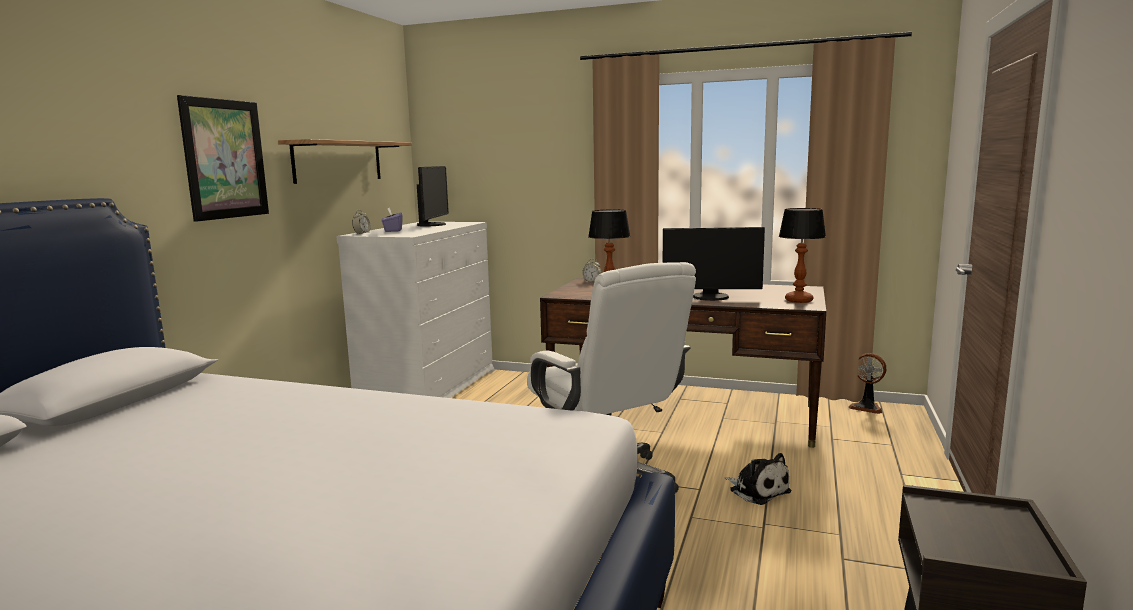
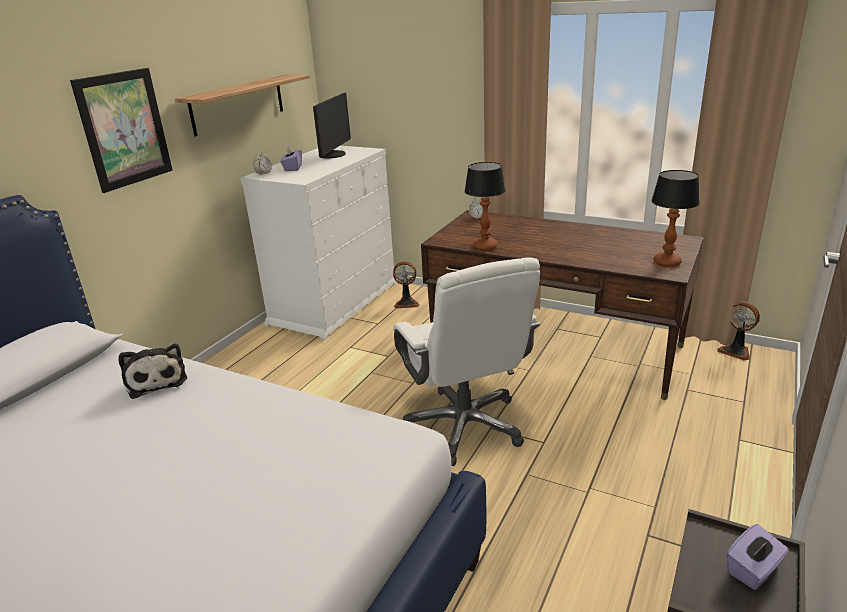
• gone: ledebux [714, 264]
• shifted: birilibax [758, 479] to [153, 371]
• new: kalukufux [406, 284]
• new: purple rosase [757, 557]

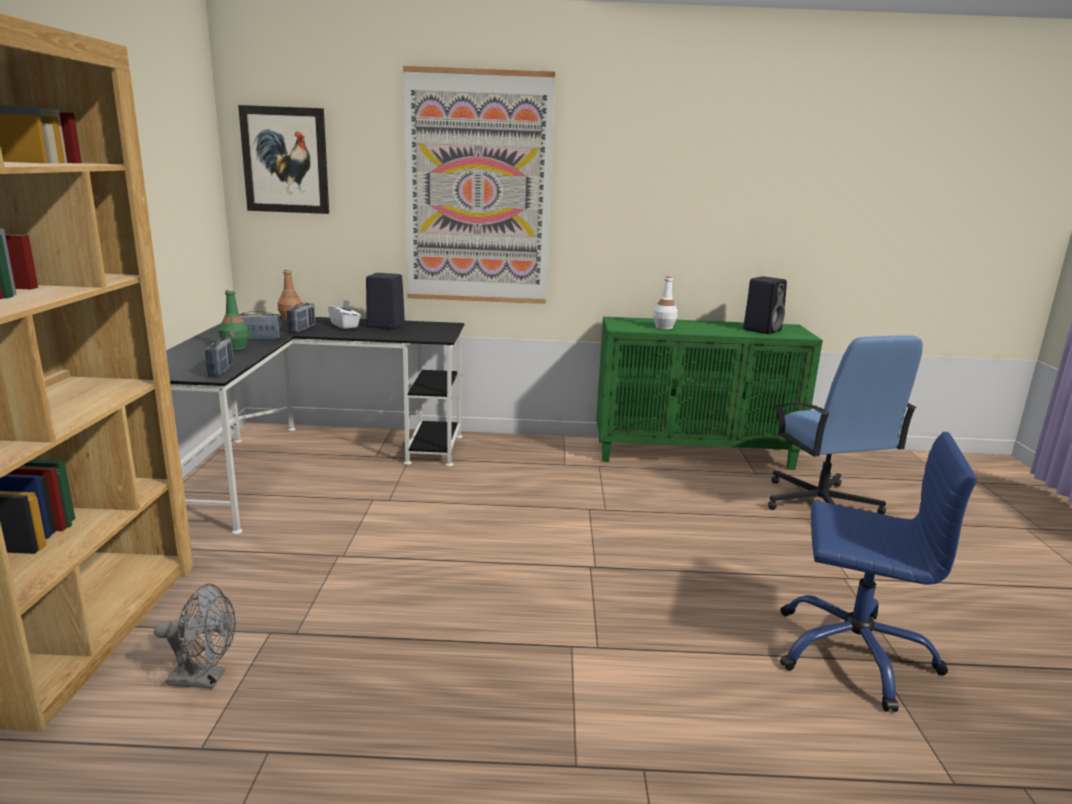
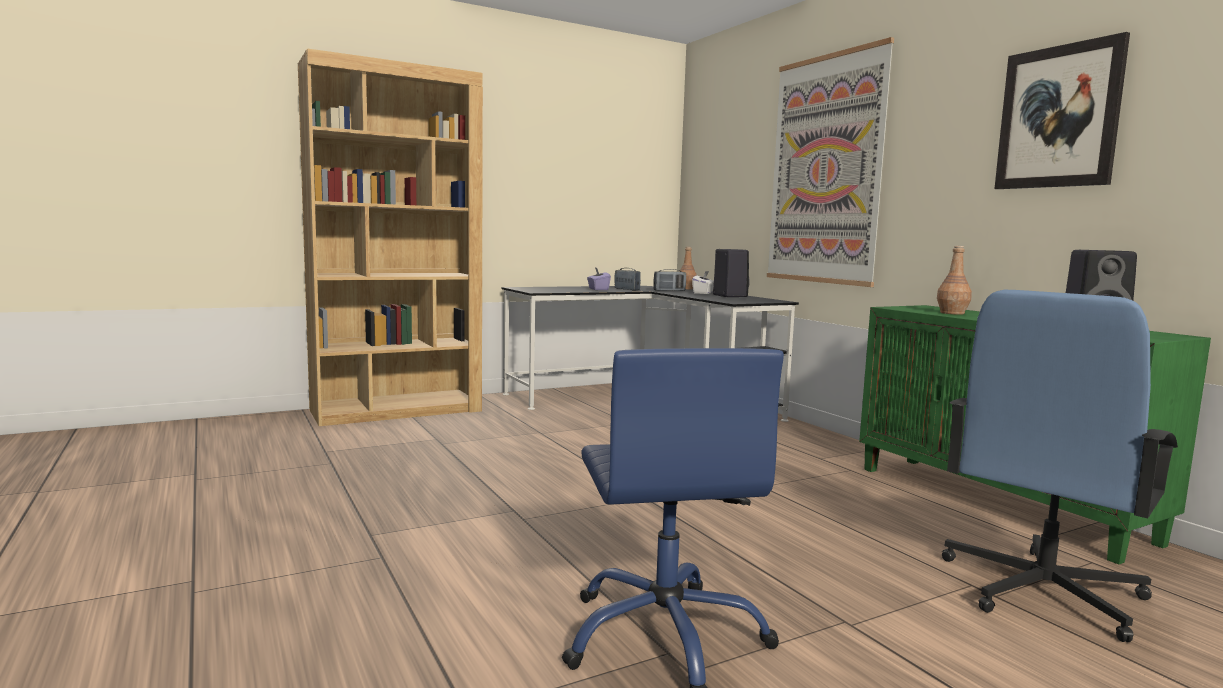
• gone: grey kalukufux [195, 636]
• gone: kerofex [219, 357]
• swapped: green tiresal [234, 319] to purple rosase [599, 278]
• shifted: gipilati [283, 159] to [1062, 110]
• repainted: white tiresal [665, 302] to brown tiresal [954, 280]

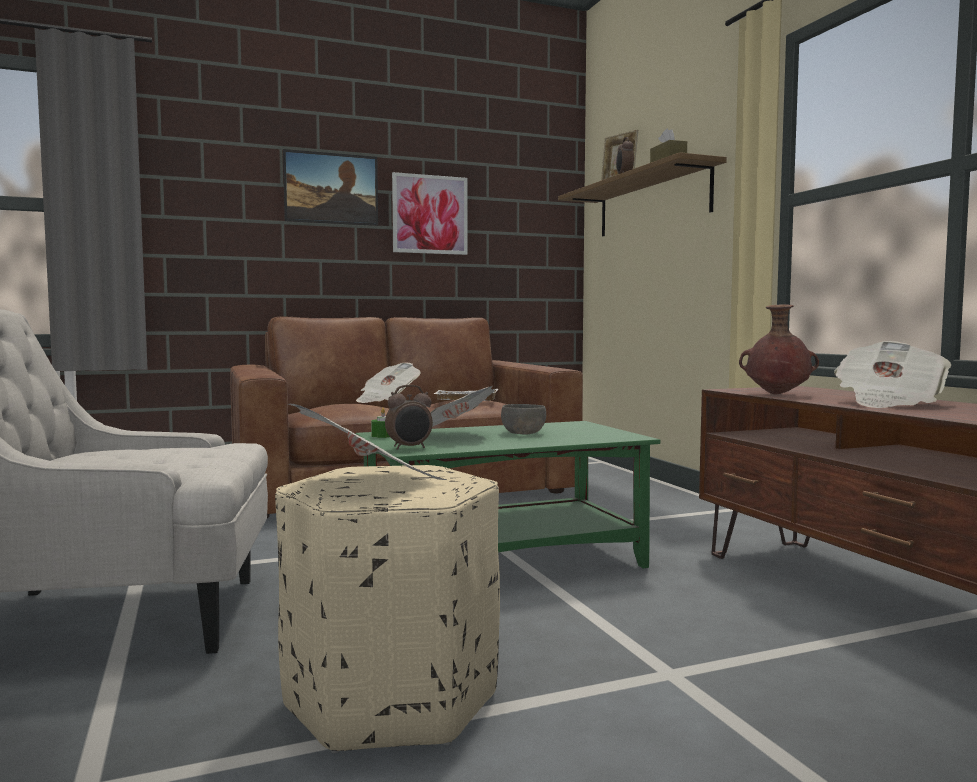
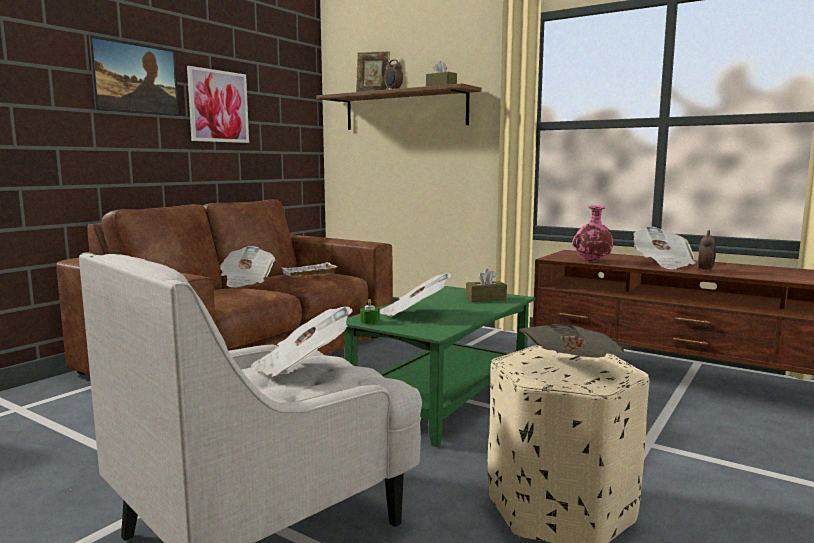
• shifted: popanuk [409, 417] to [707, 251]
• gone: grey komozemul [523, 419]
• repainted: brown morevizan [779, 349] to pink morevizan [592, 233]
• new: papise [302, 342]
• new: brown rosase [486, 285]

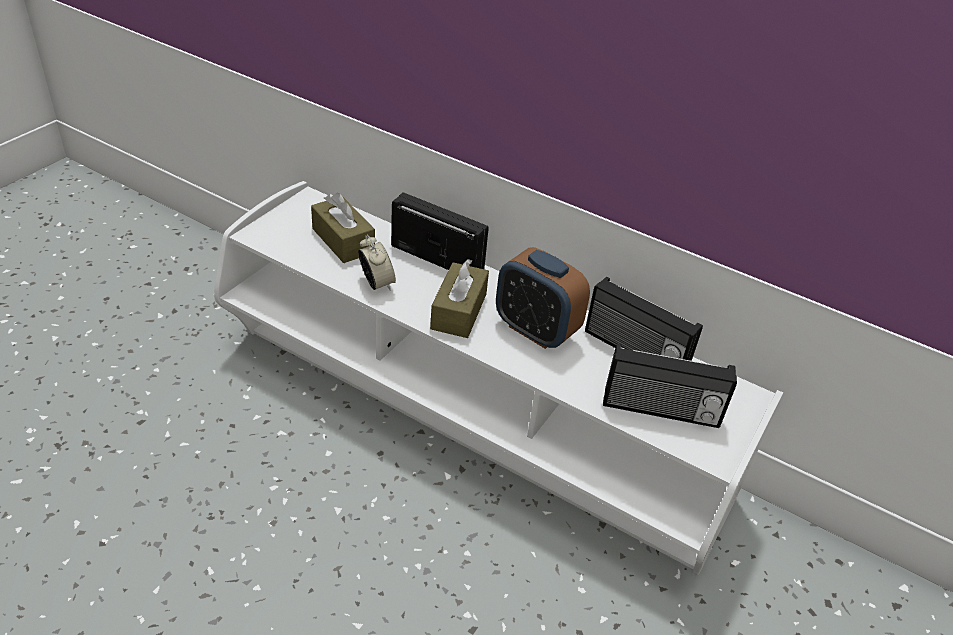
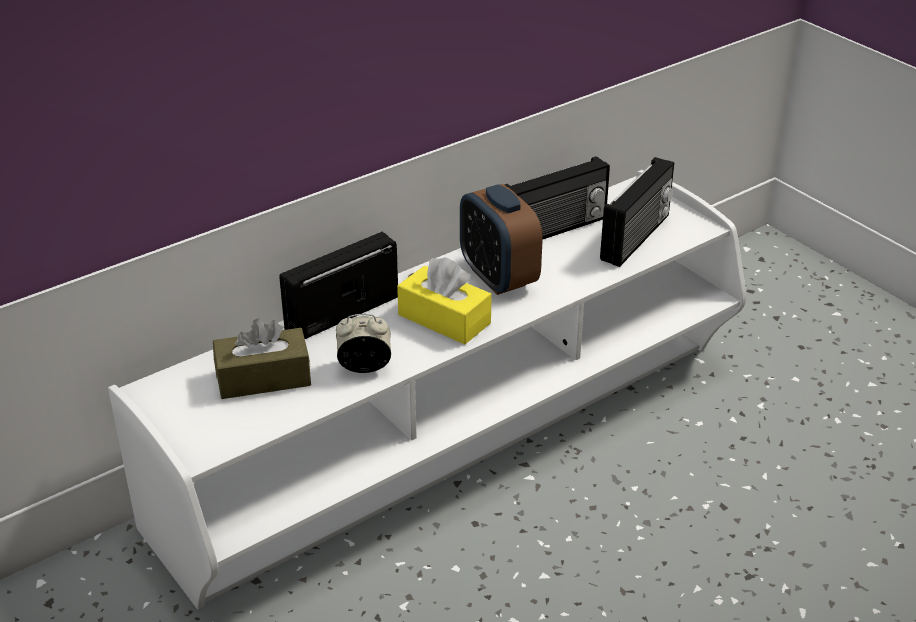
• repainted: brown rosase [459, 298] to yellow rosase [444, 300]
• rotated: popanuk [543, 298] = [501, 239] 90 degrees clockwise

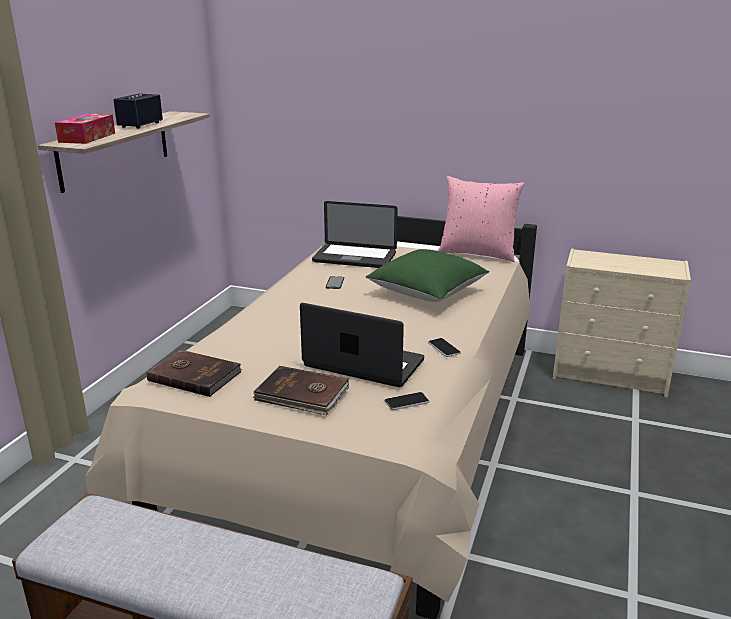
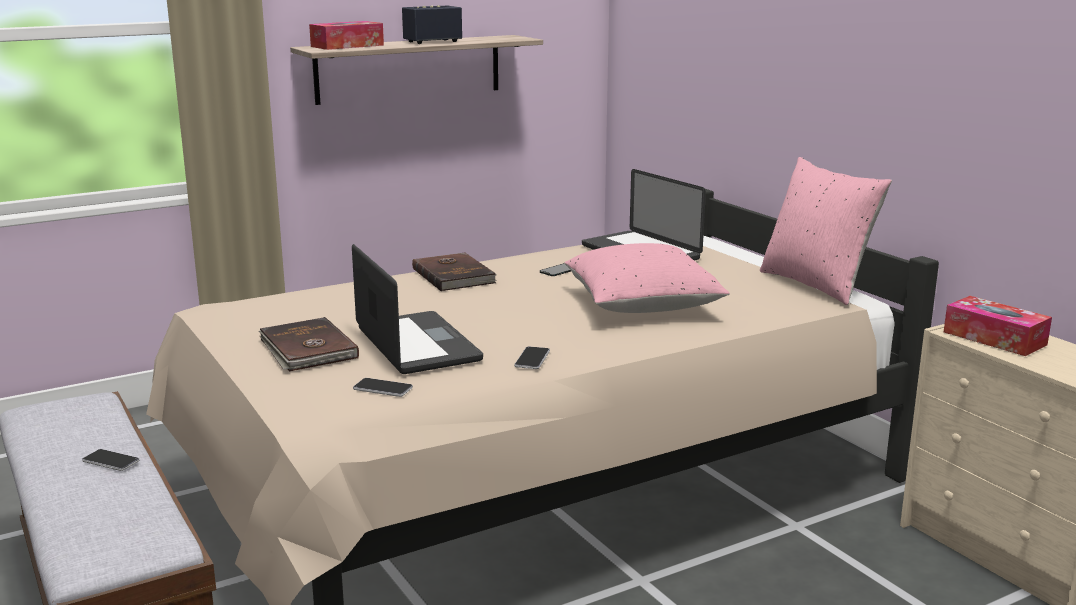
• shifted: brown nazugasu [194, 373] to [454, 271]
• repainted: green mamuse [427, 275] to pink mamuse [647, 278]
• new: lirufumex [110, 460]
• new: rosase [998, 326]

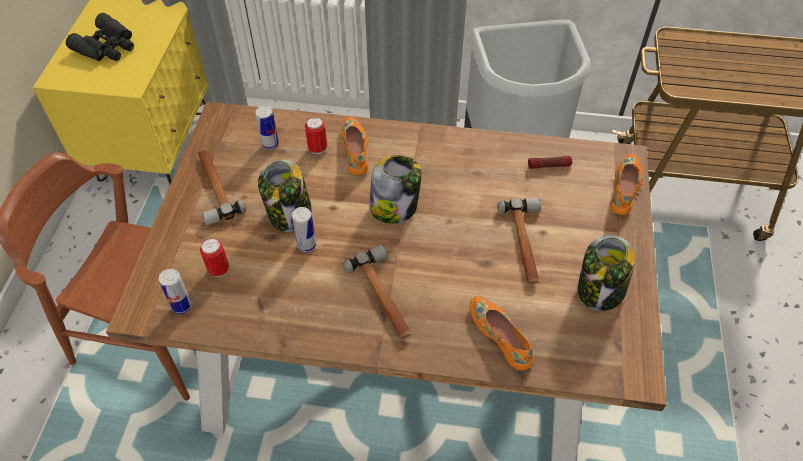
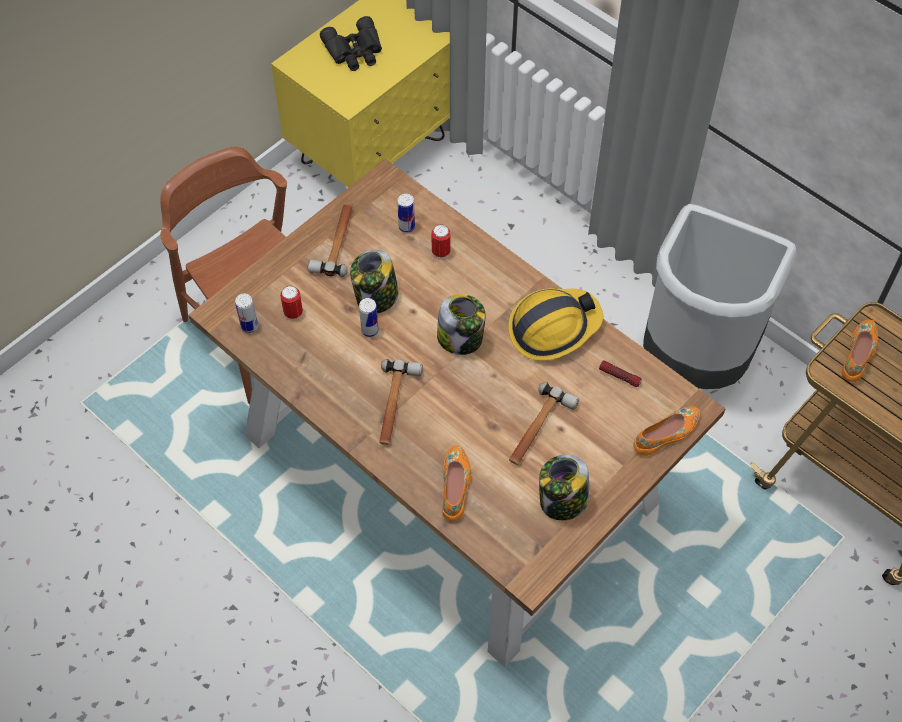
• shifted: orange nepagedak [354, 145] to [860, 350]
• new: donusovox [555, 324]

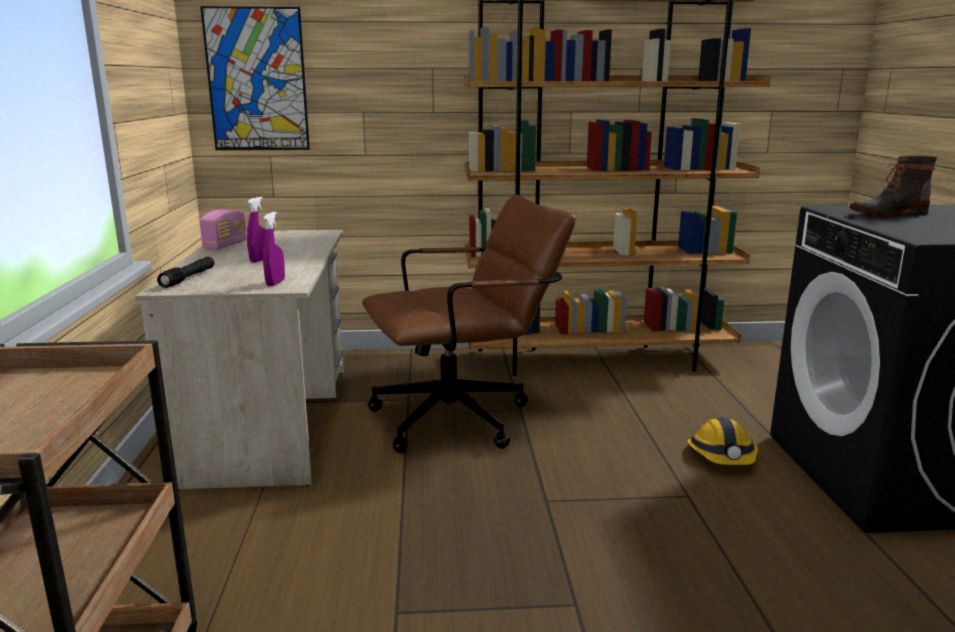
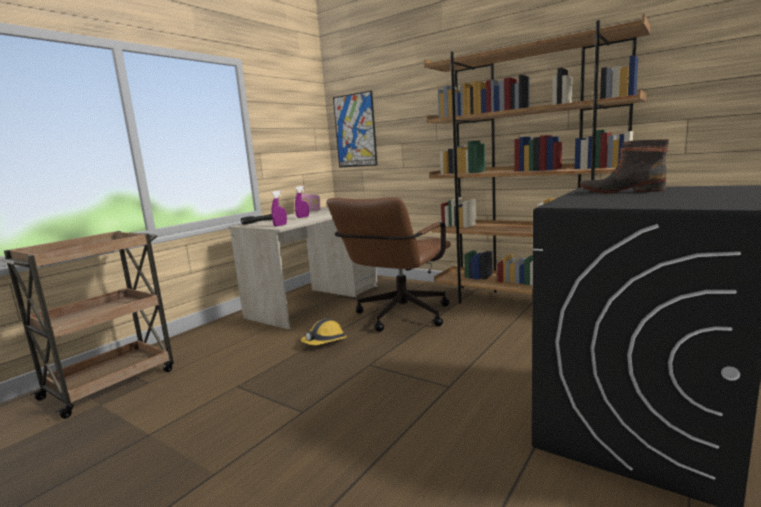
• rotated: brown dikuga [469, 324] = [389, 264] 105 degrees clockwise
• shifted: donusovox [722, 441] to [324, 332]

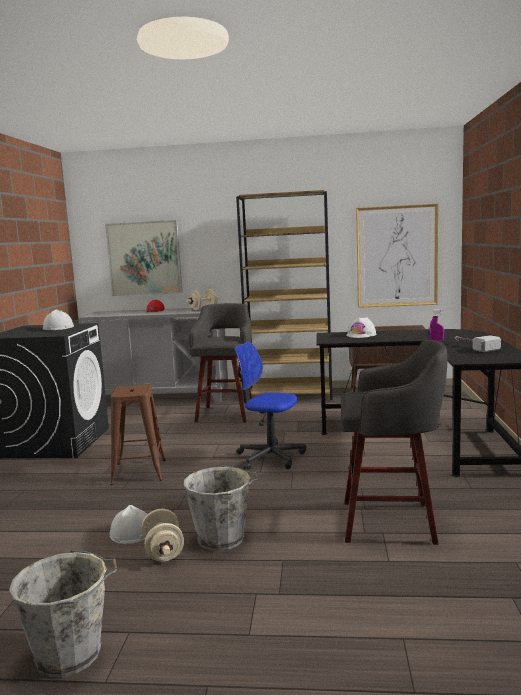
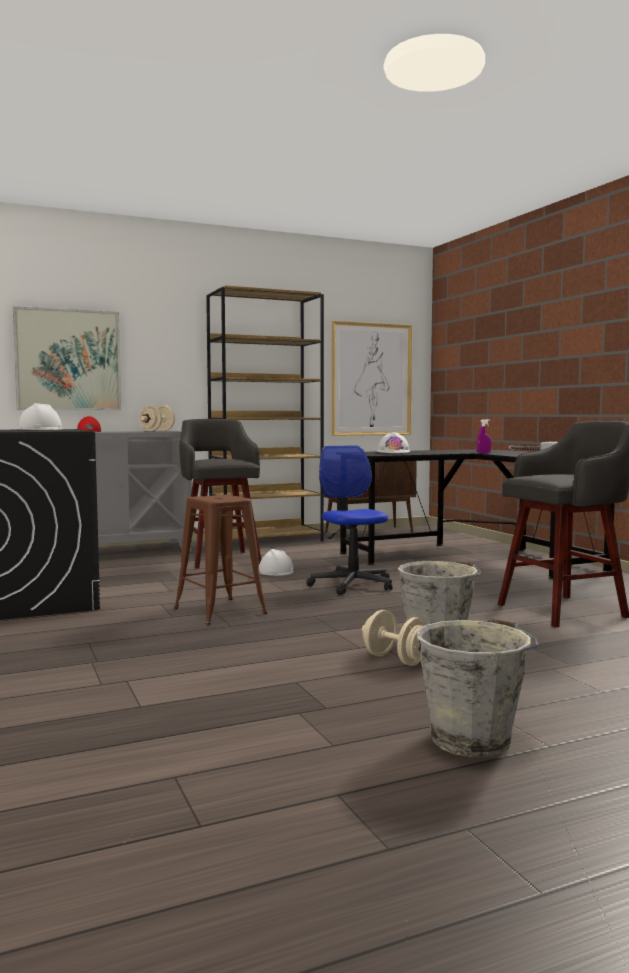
• shifted: white donusovox [128, 524] to [276, 562]
• rotated: dikuga [270, 406] = [349, 520] 75 degrees clockwise

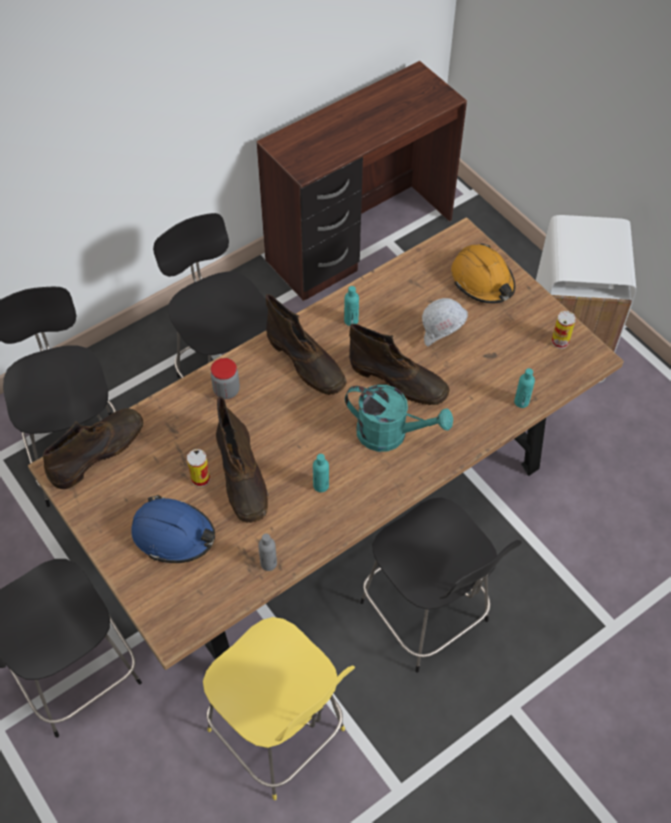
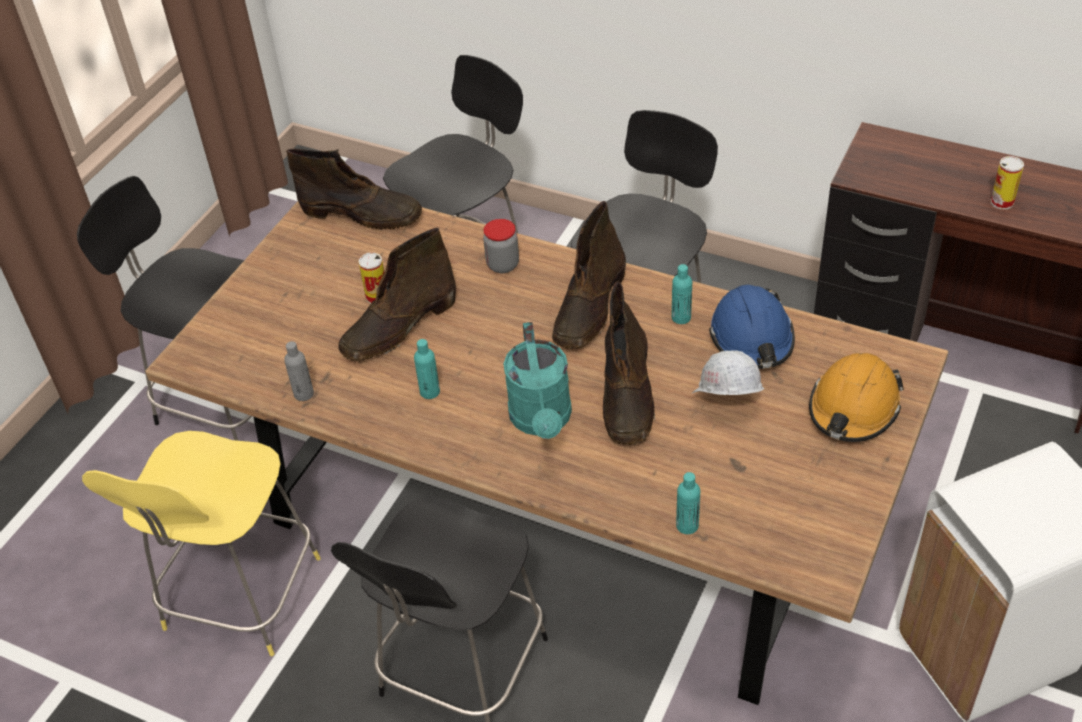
• shifted: blue donusovox [173, 529] to [752, 327]
• shifted: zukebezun [563, 330] to [1007, 183]

